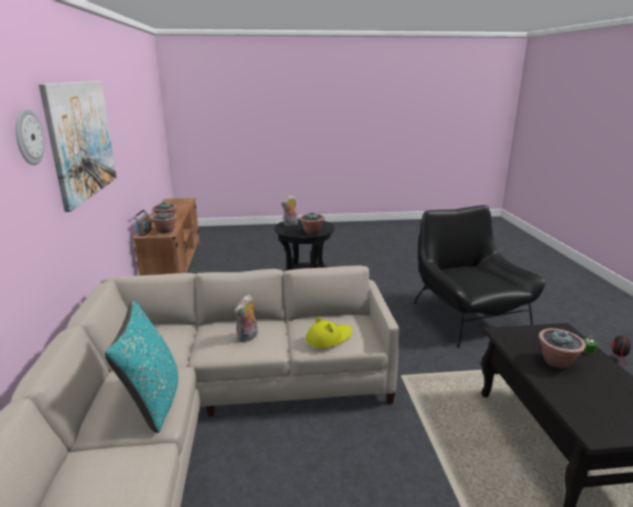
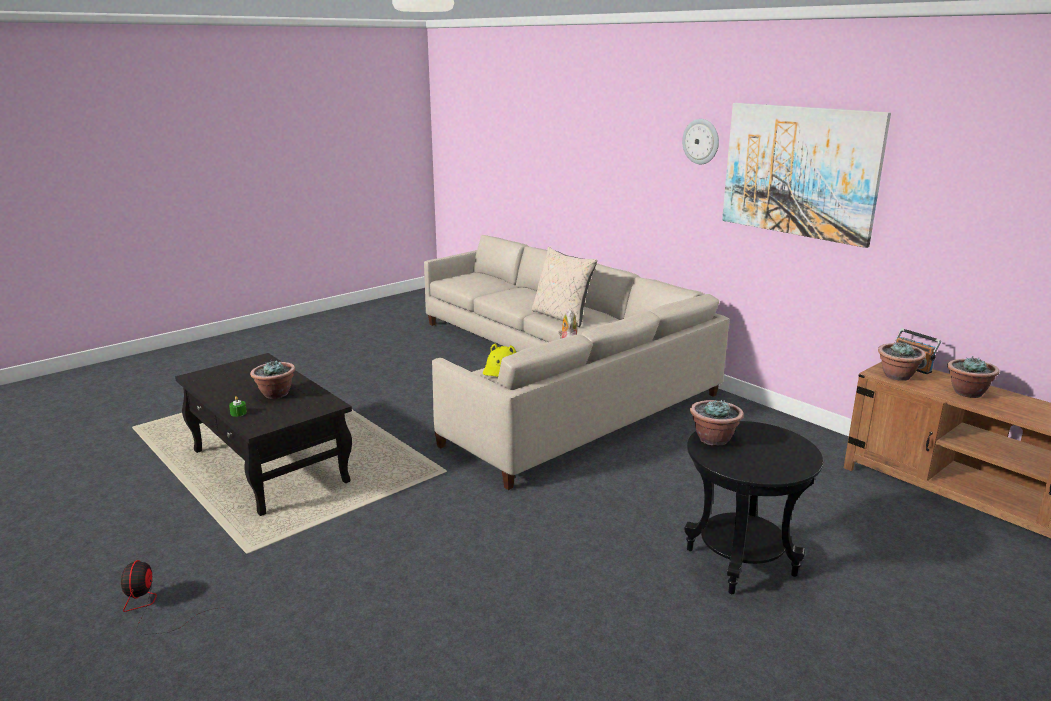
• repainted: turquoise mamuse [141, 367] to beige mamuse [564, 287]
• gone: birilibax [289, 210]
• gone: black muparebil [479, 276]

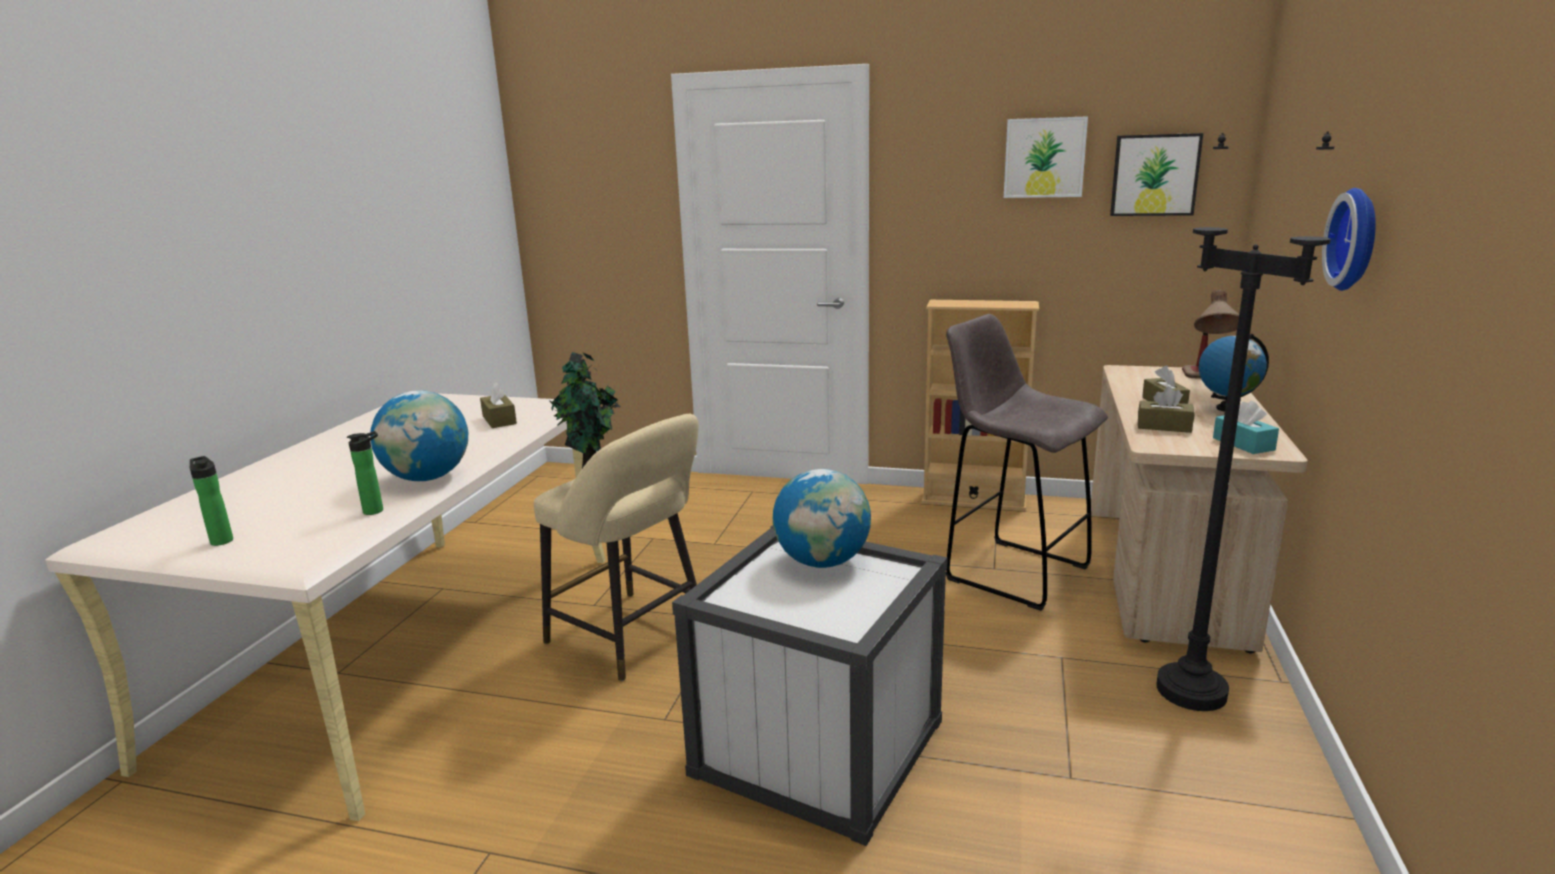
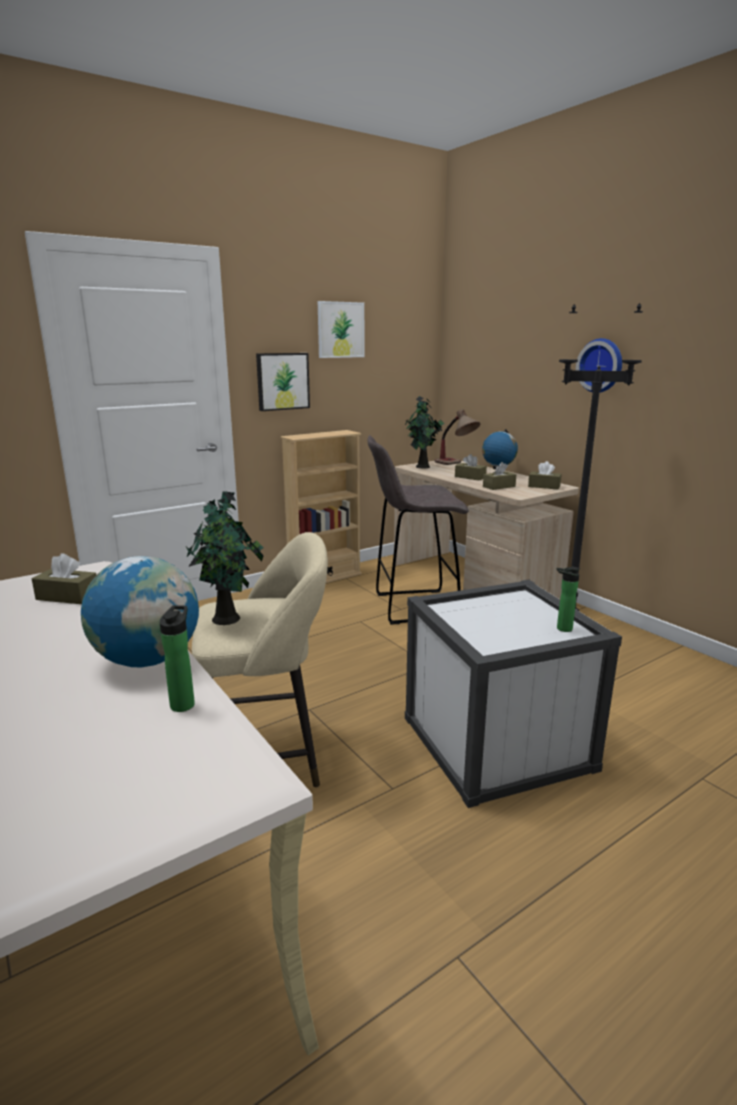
• shifted: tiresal [211, 501] to [568, 599]
• gone: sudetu [822, 518]
• shifted: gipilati [1156, 174] to [283, 382]
• repainted: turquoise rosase [1246, 427] to brown rosase [544, 475]
• new: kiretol [424, 432]

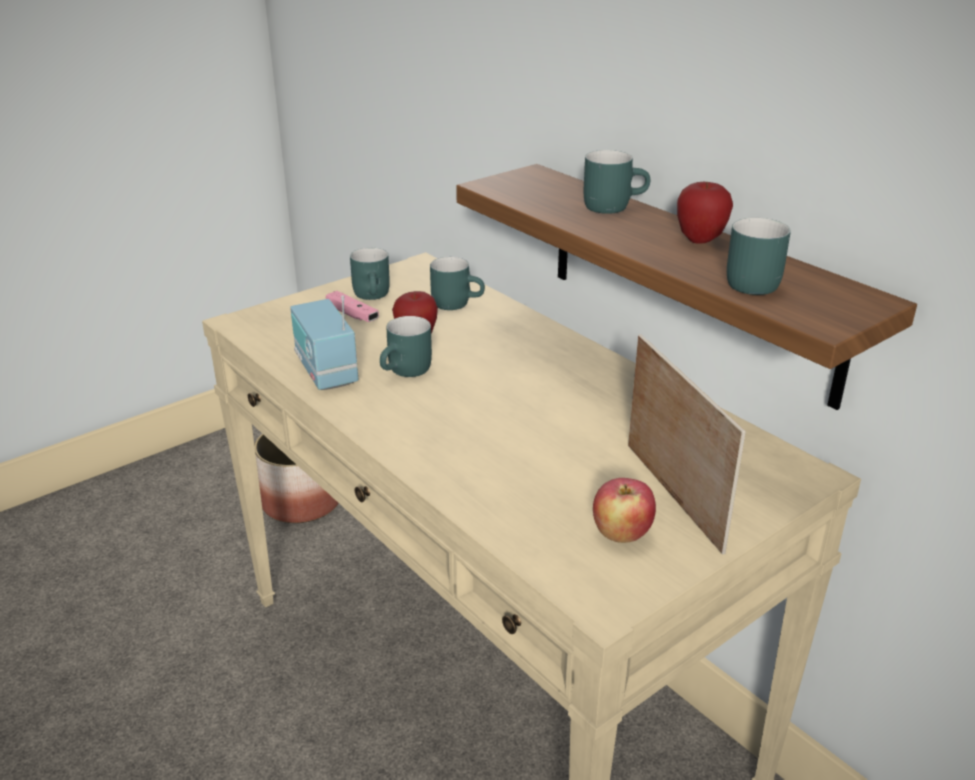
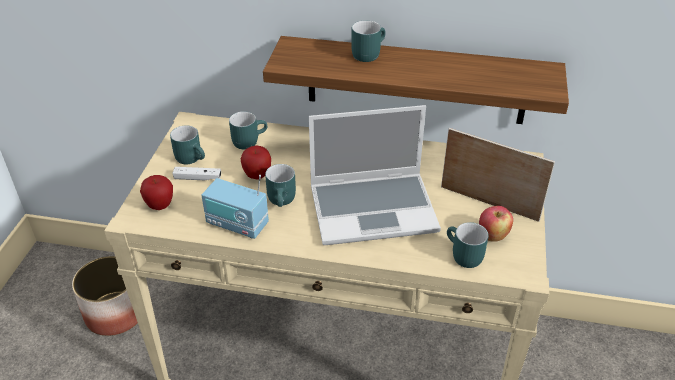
• repainted: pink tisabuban [352, 306] to white tisabuban [196, 173]
• shifted: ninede [705, 212] to [156, 192]
• shifted: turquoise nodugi [759, 256] to [467, 245]
• new: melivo [375, 175]

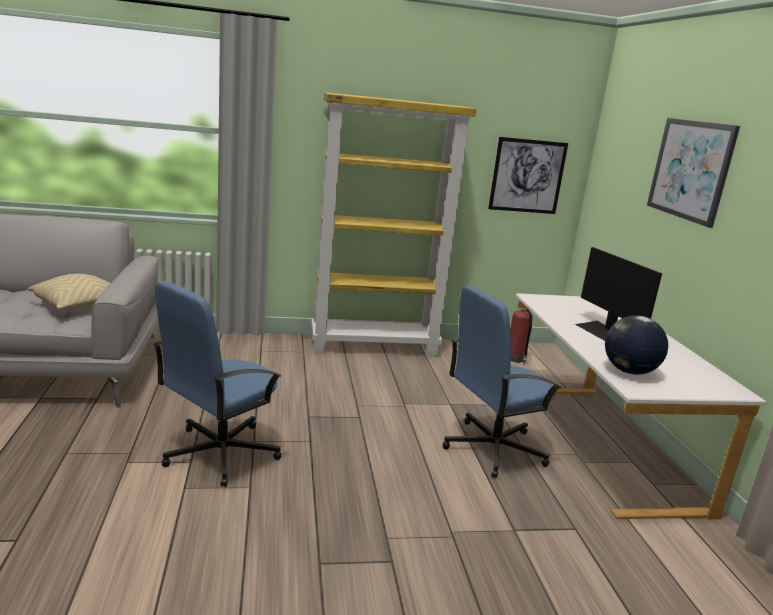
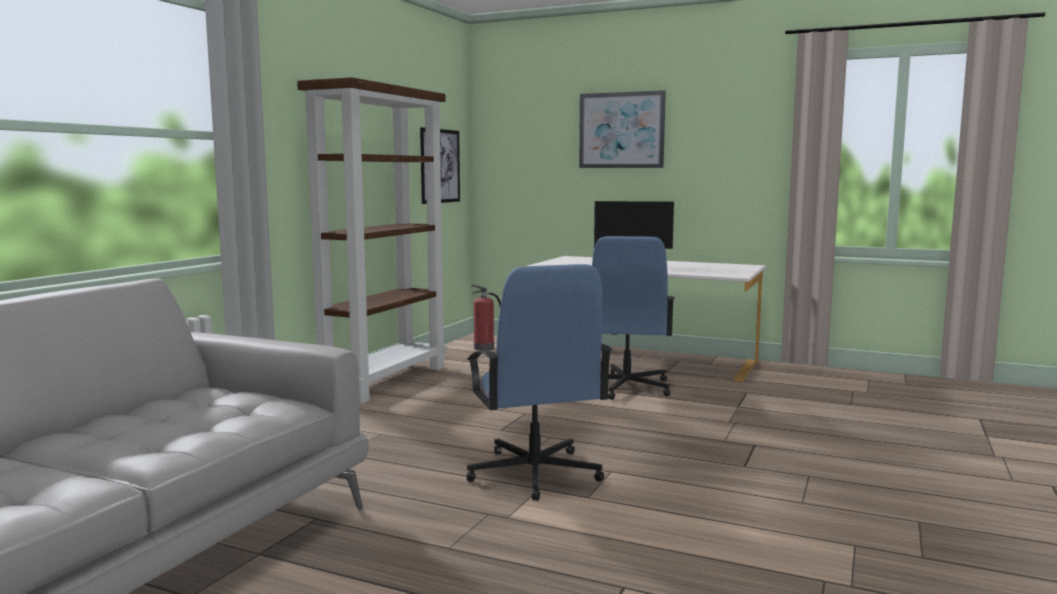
• gone: beige mamuse [69, 292]
• repainted: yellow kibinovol [393, 224] to brown kibinovol [372, 240]
• gone: sudetu [636, 345]

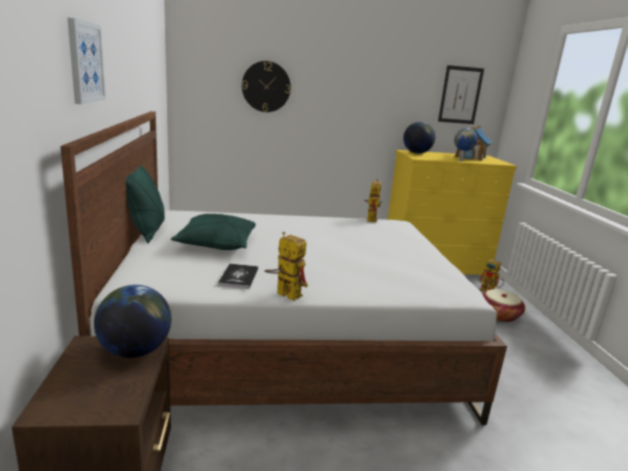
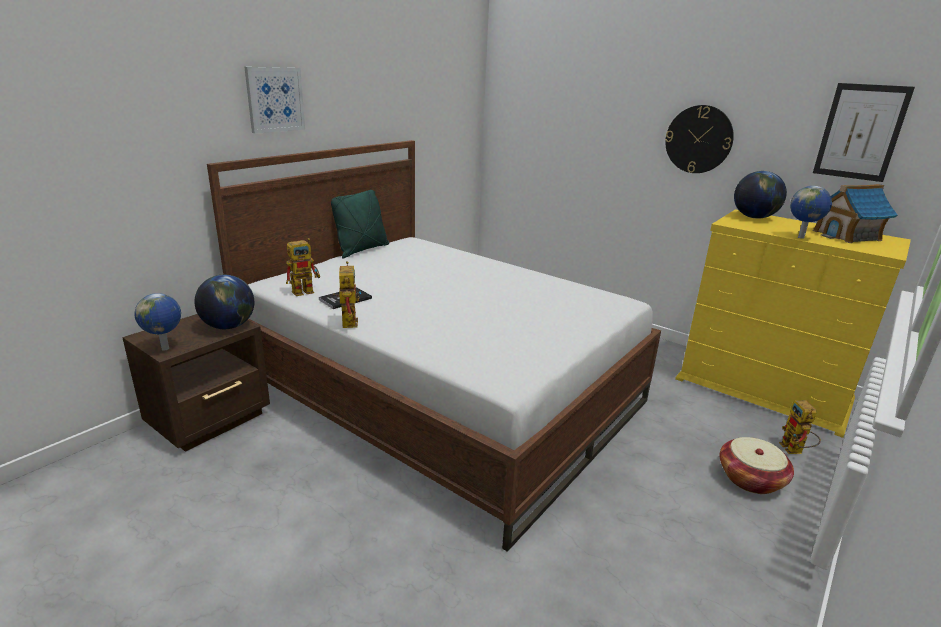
• gone: green mamuse [213, 232]
• shifted: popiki [266, 86] to [699, 139]
• shifted: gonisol [374, 201] to [303, 267]
• new: sudetu [157, 322]

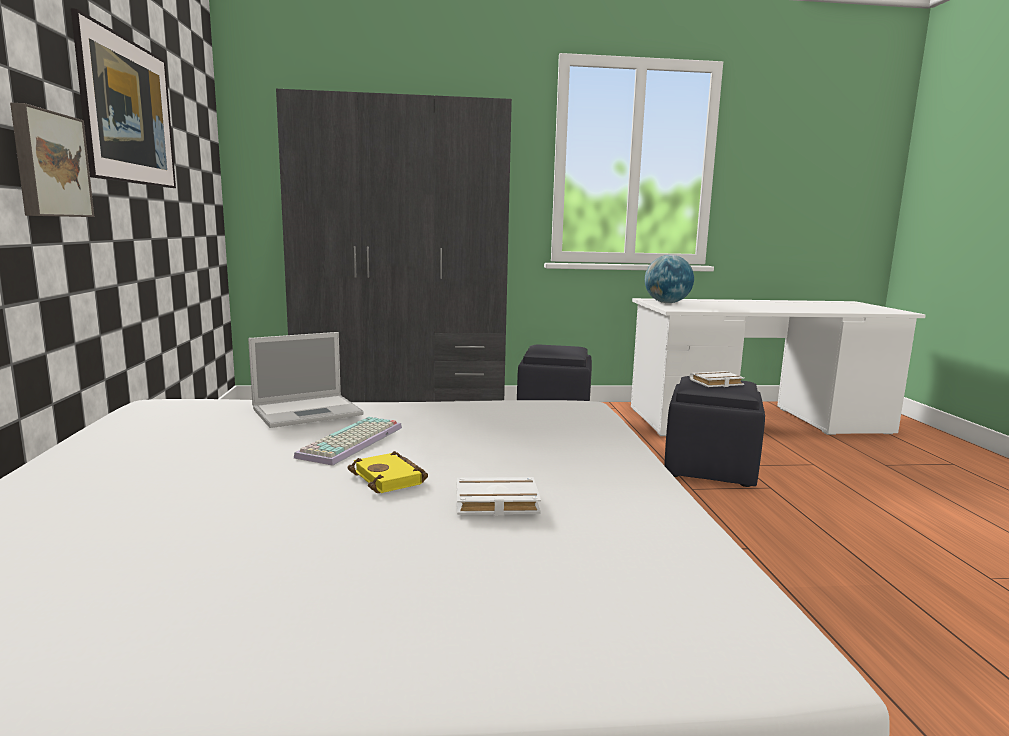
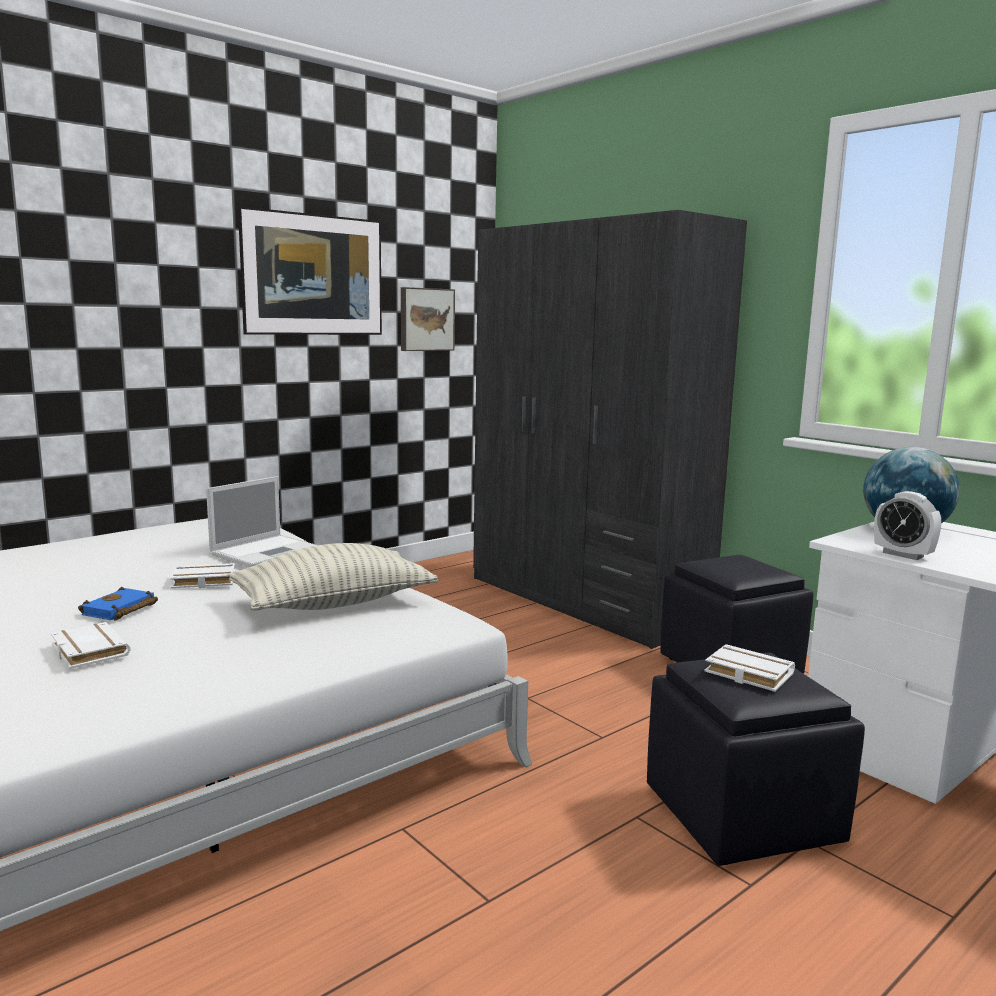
• shifted: gipilati [52, 160] to [428, 319]
• rotated: melivo [306, 380] = [261, 521] 75 degrees counterclockwise
• swapped: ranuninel [348, 441] to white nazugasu [202, 575]
• repainted: yellow nazugasu [387, 472] to blue nazugasu [118, 604]
• new: mamuse [333, 577]
• new: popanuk [907, 525]

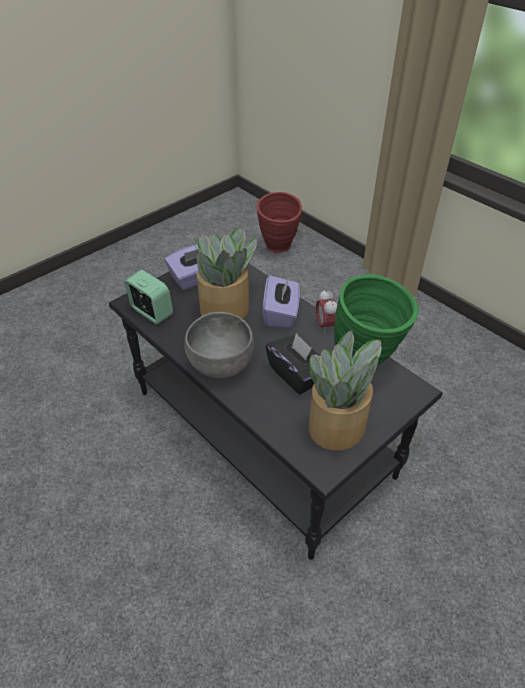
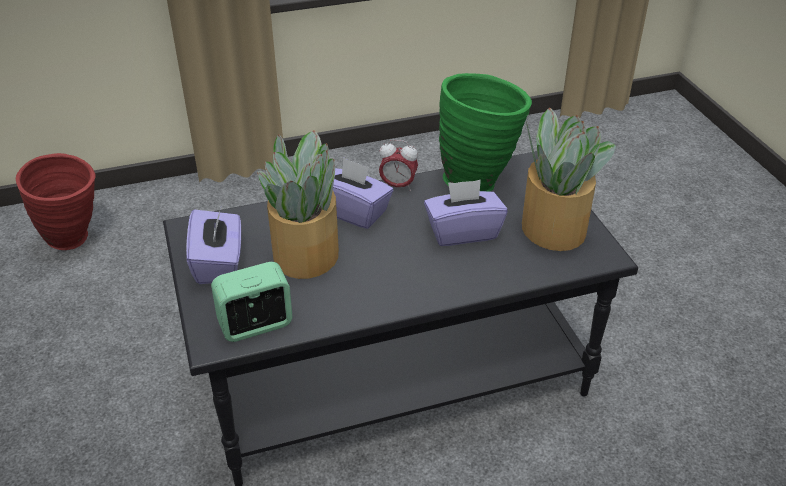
• gone: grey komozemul [219, 345]
• repainted: black rosase [292, 364] to purple rosase [466, 213]

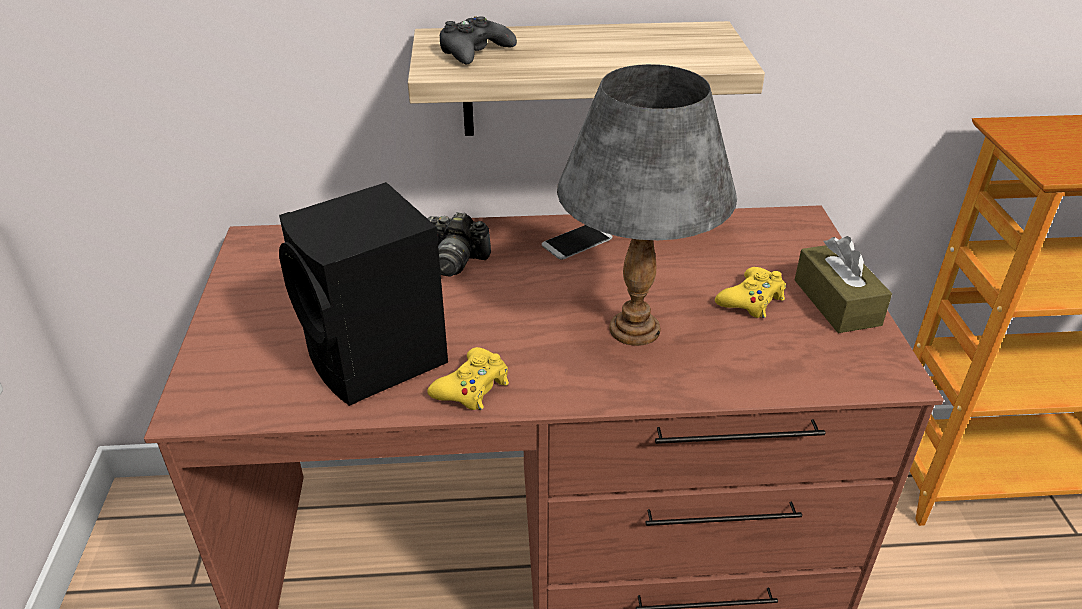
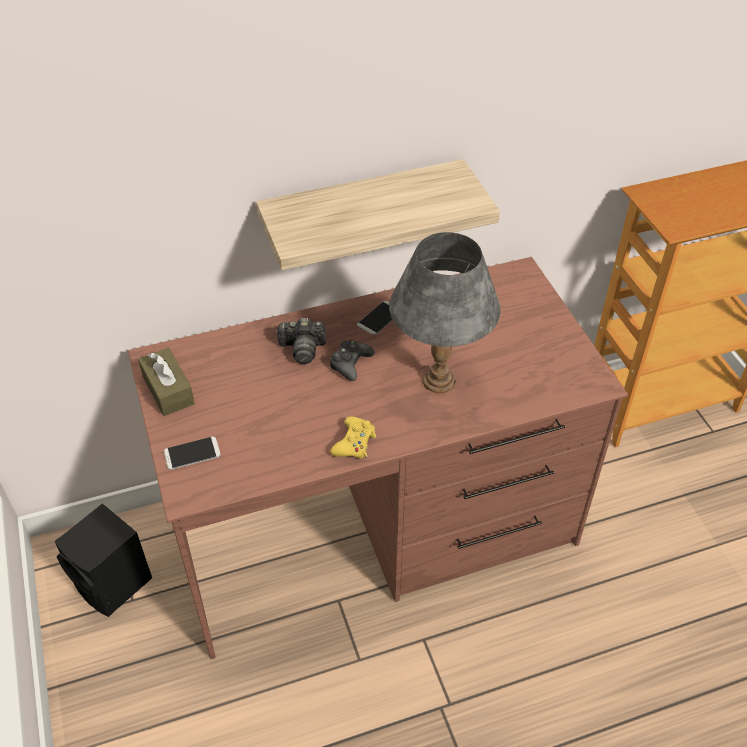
• shifted: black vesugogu [363, 294] to [103, 560]
• shifted: black tisabuban [478, 40] to [352, 360]
• gone: yellow tisabuban [750, 292]
• shifted: brown rosase [843, 284] to [166, 382]
• new: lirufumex [192, 453]

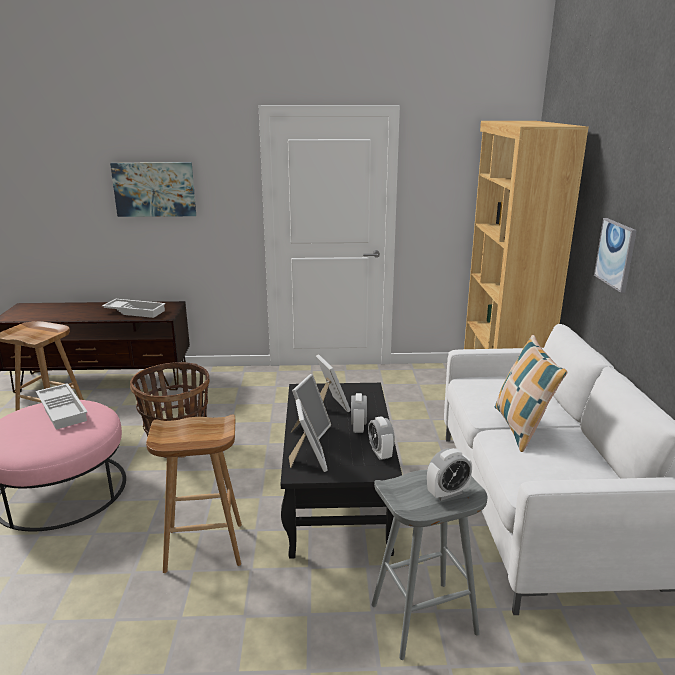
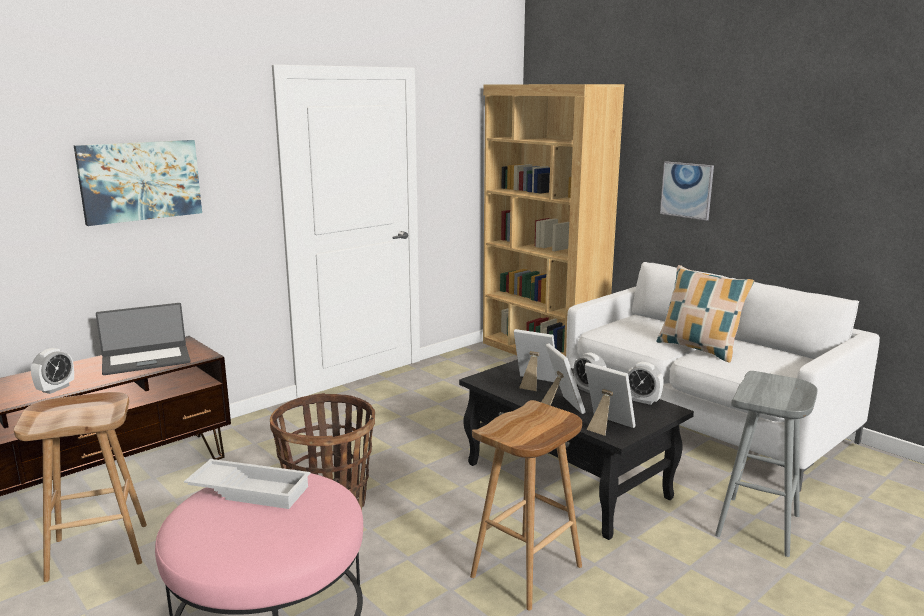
• swapped: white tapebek [134, 308] to melivo [143, 339]
• shifted: popanuk [449, 474] to [52, 371]

